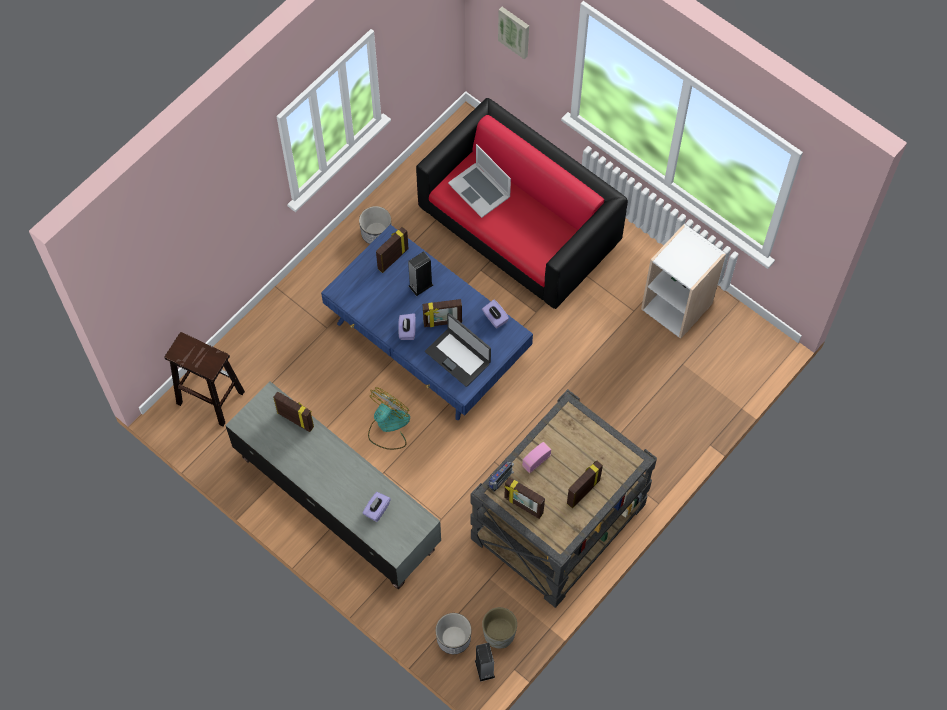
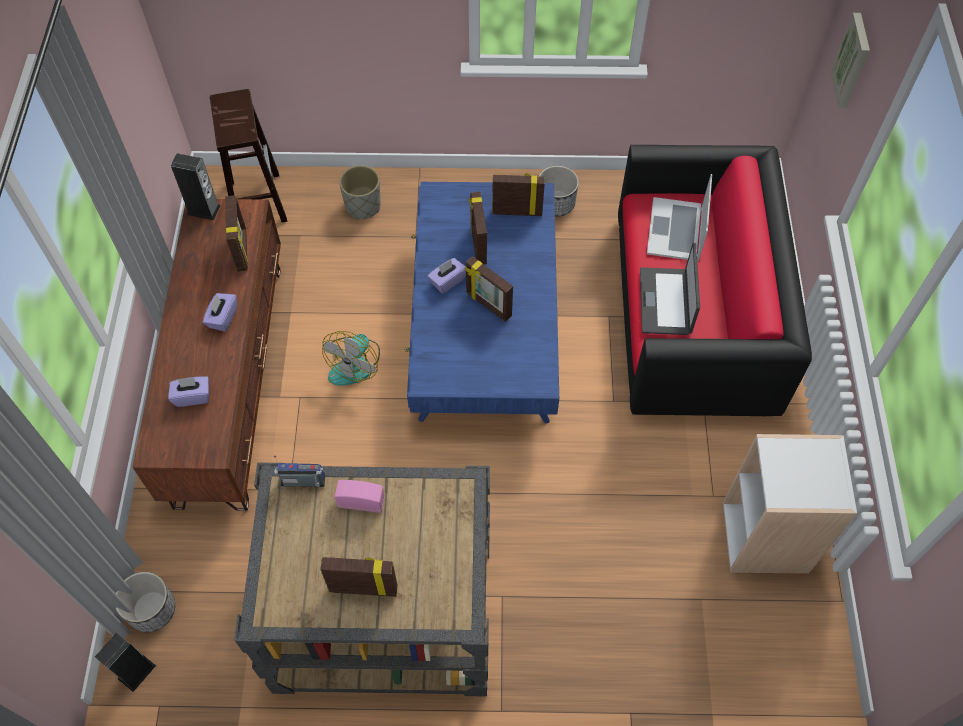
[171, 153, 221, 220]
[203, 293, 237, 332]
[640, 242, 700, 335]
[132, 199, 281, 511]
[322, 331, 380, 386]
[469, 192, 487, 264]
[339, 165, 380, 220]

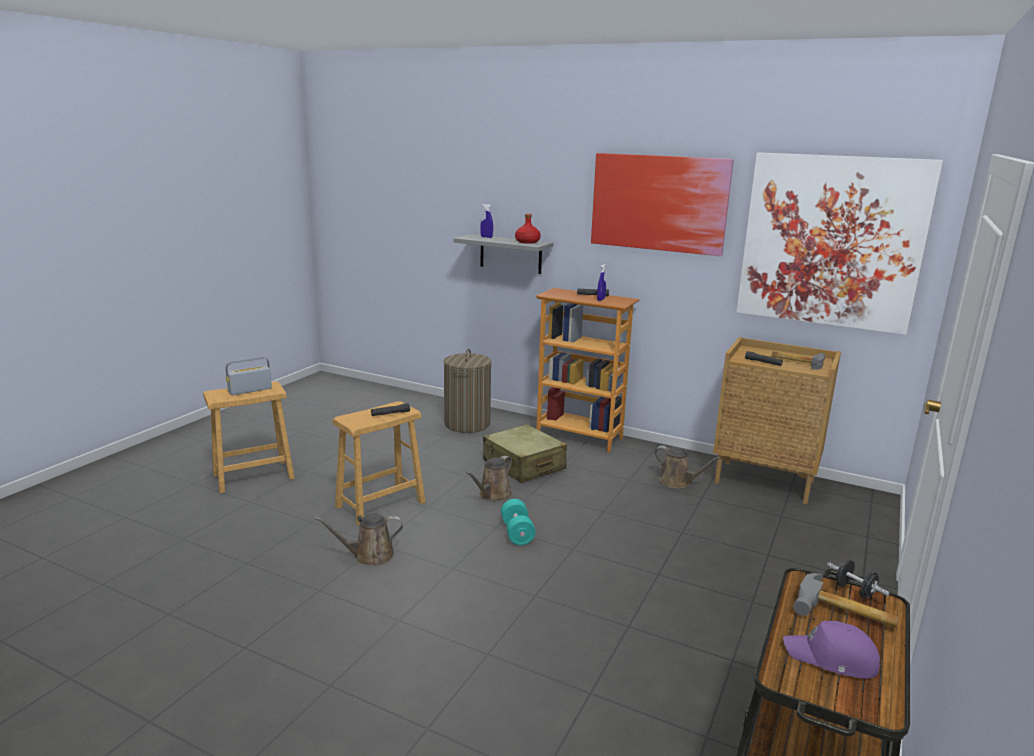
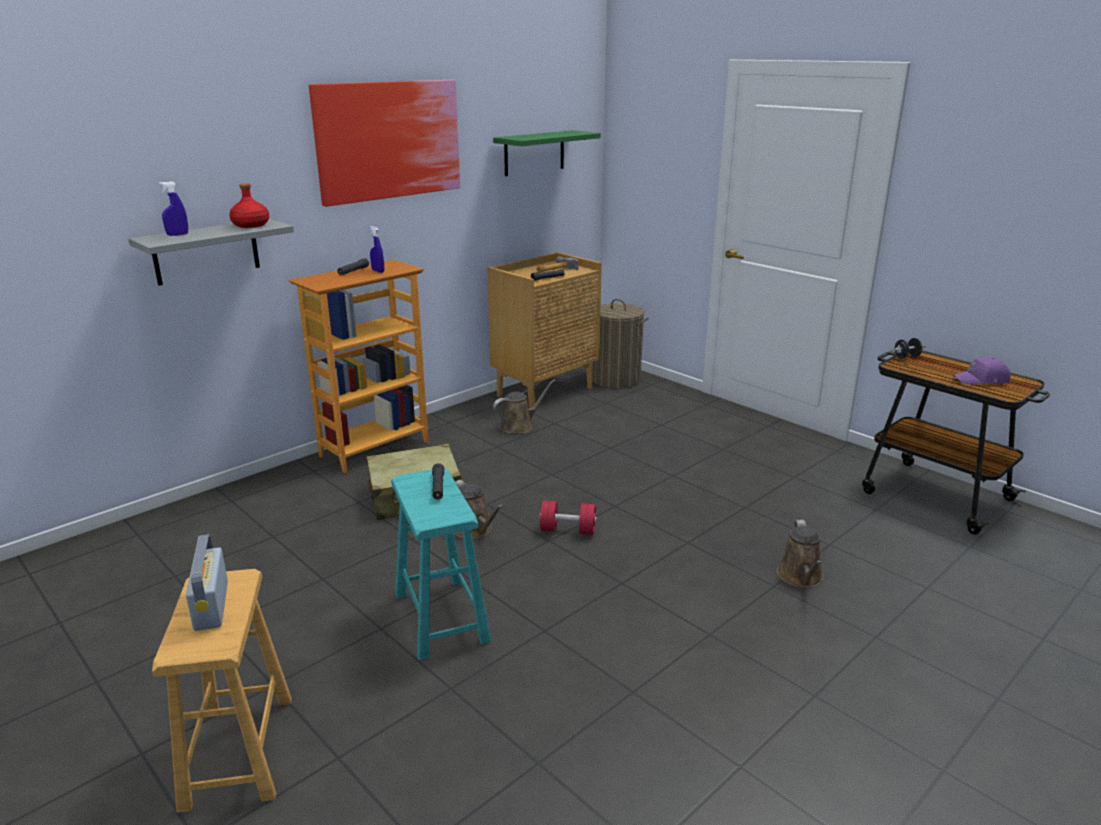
[493, 130, 601, 176]
[593, 299, 649, 389]
[391, 468, 491, 660]
[540, 500, 597, 535]
[777, 520, 823, 588]
[793, 573, 899, 628] (first image)
[953, 357, 1011, 385]

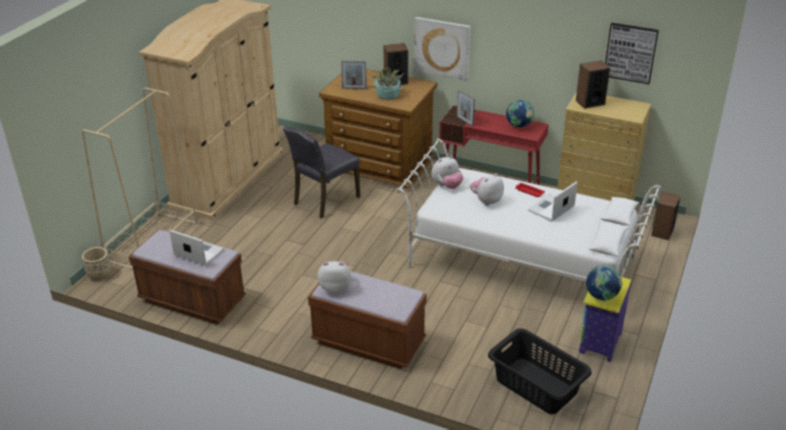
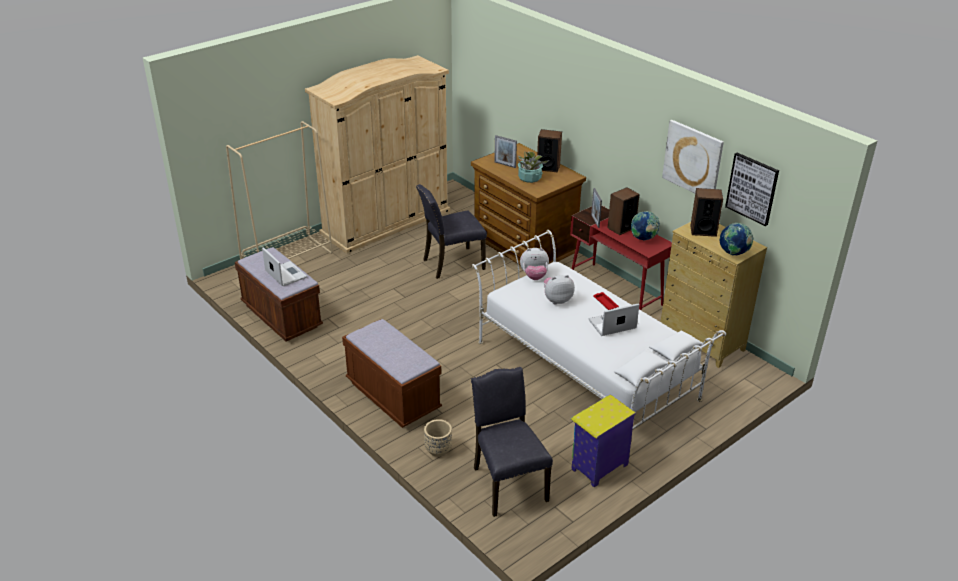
[662, 120, 724, 193]
[608, 187, 640, 235]
[424, 419, 452, 457]
[317, 261, 351, 293] (first image)
[720, 223, 753, 255]
[471, 367, 553, 517]

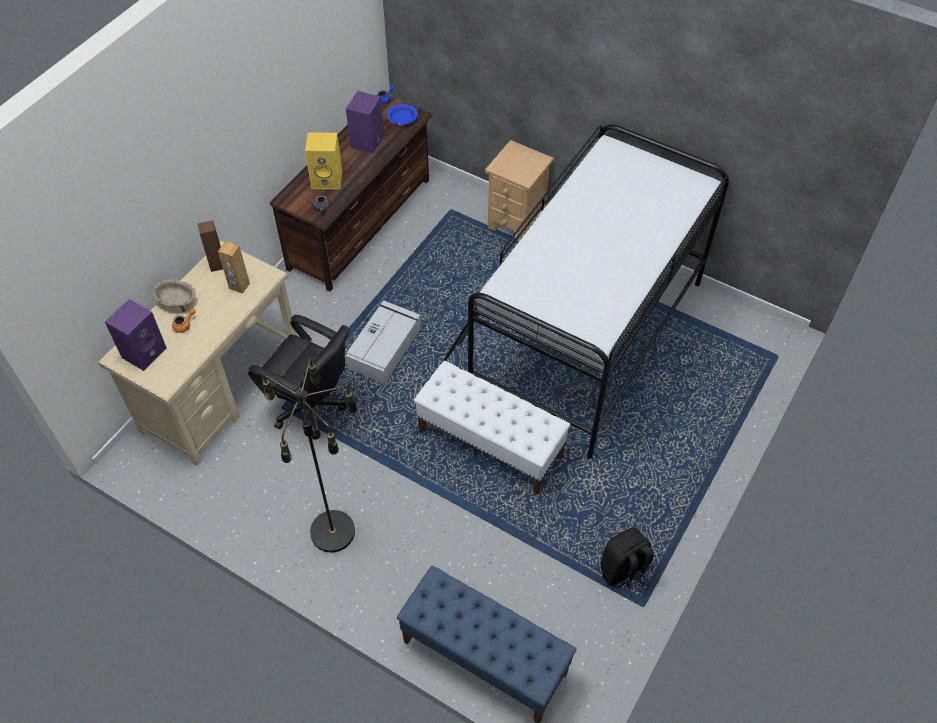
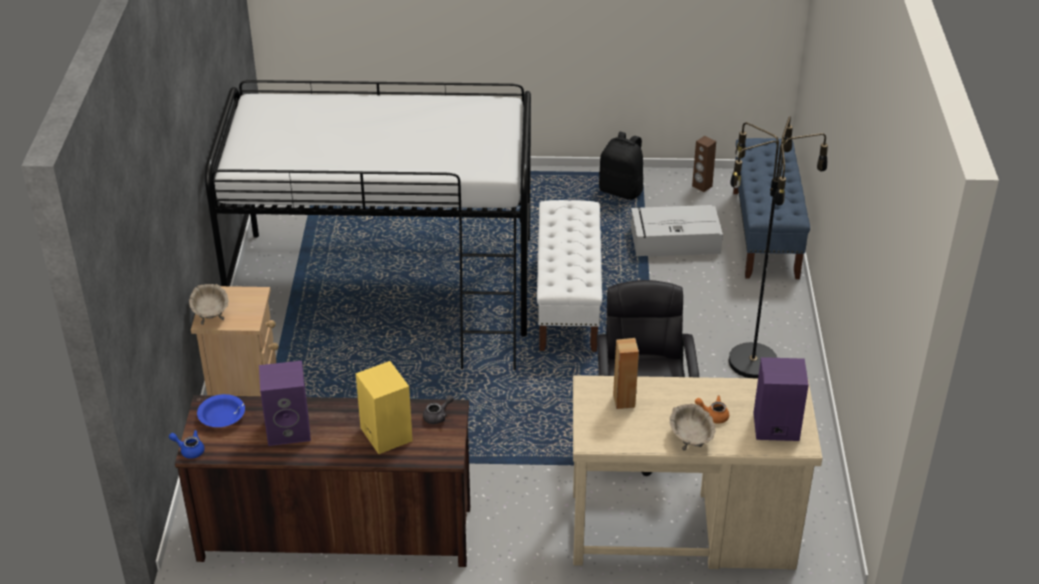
[692, 136, 716, 192]
[631, 205, 723, 257]
[189, 284, 229, 325]

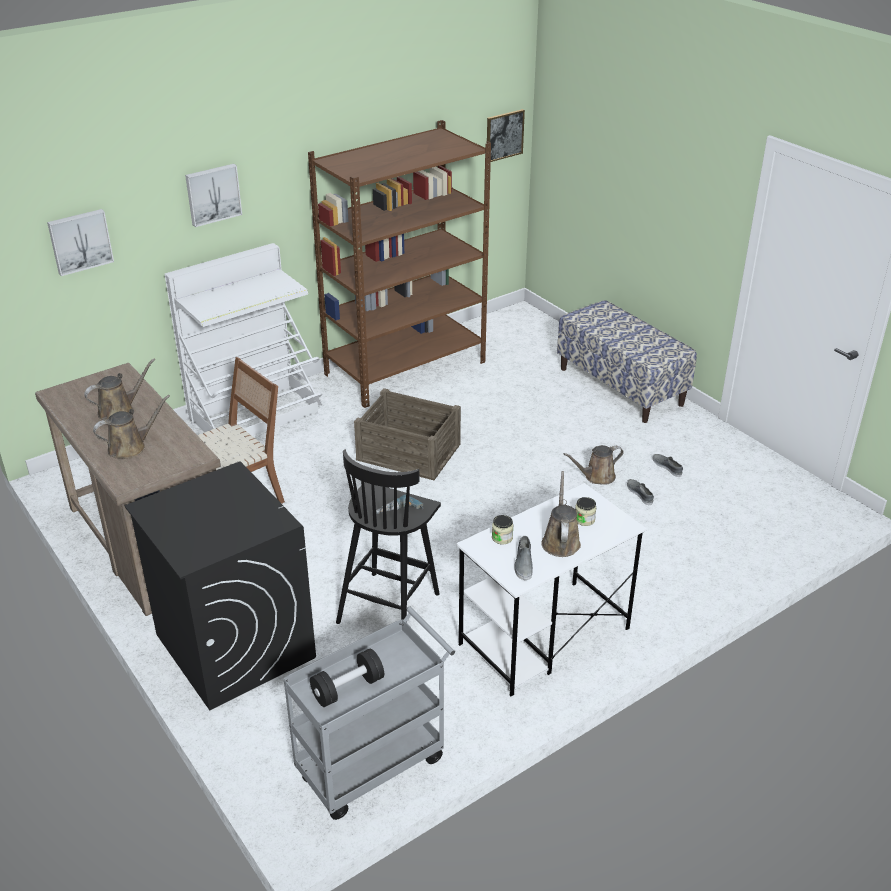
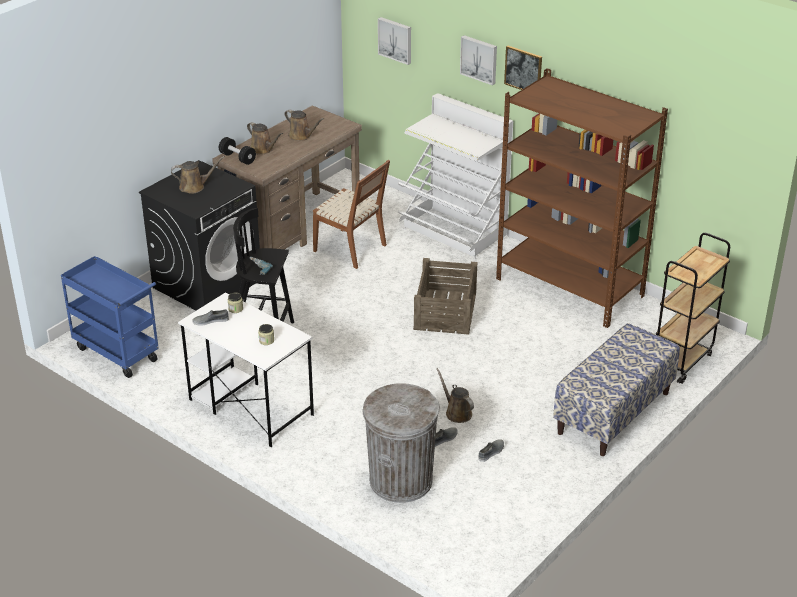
[504, 46, 542, 90]
[171, 156, 225, 194]
[61, 256, 159, 378]
[219, 137, 256, 165]
[656, 233, 730, 384]
[363, 383, 440, 503]

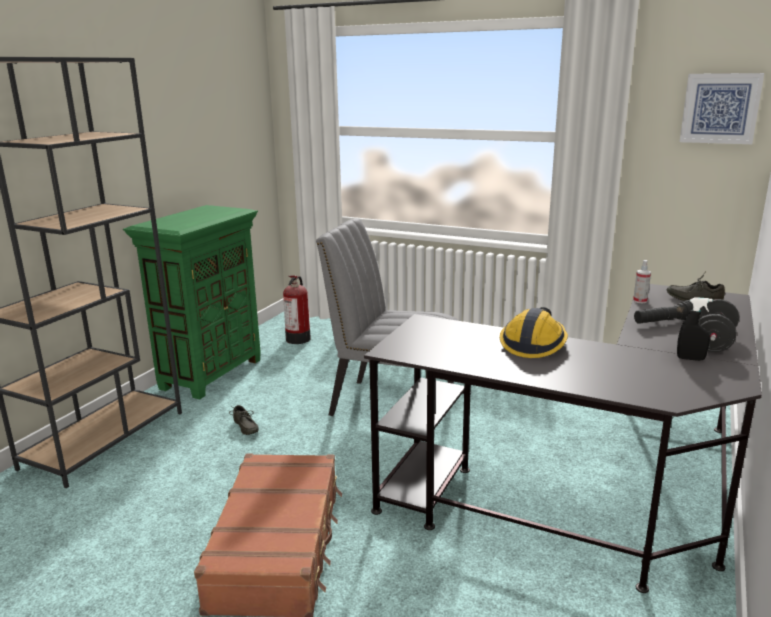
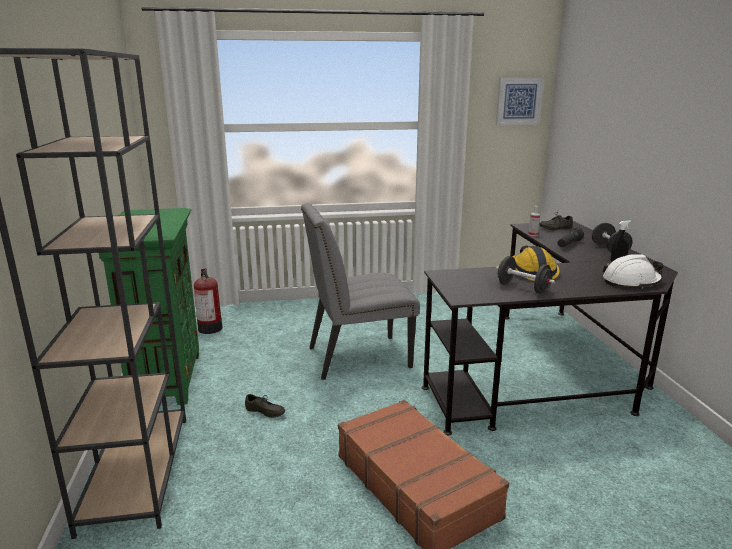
[602, 254, 664, 289]
[496, 256, 555, 294]

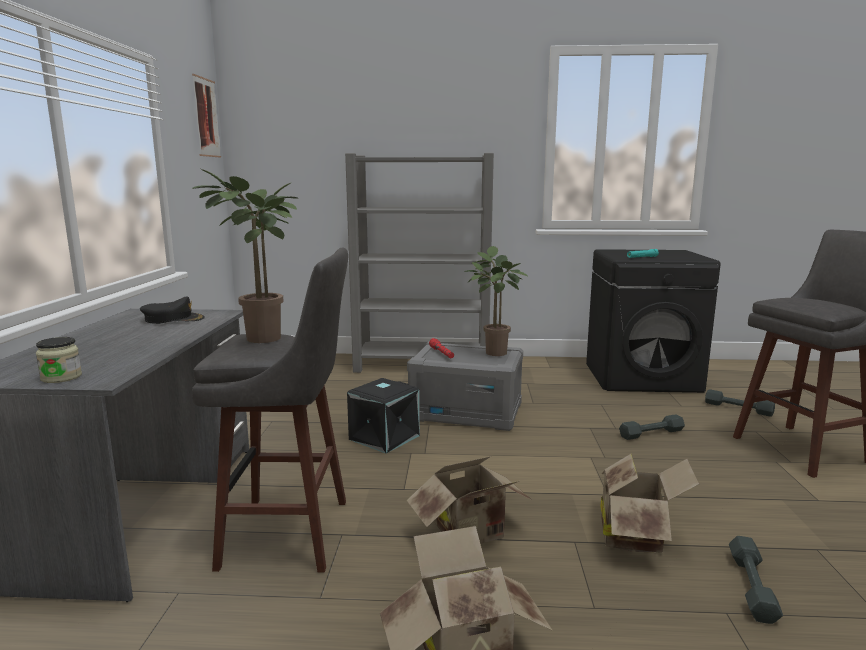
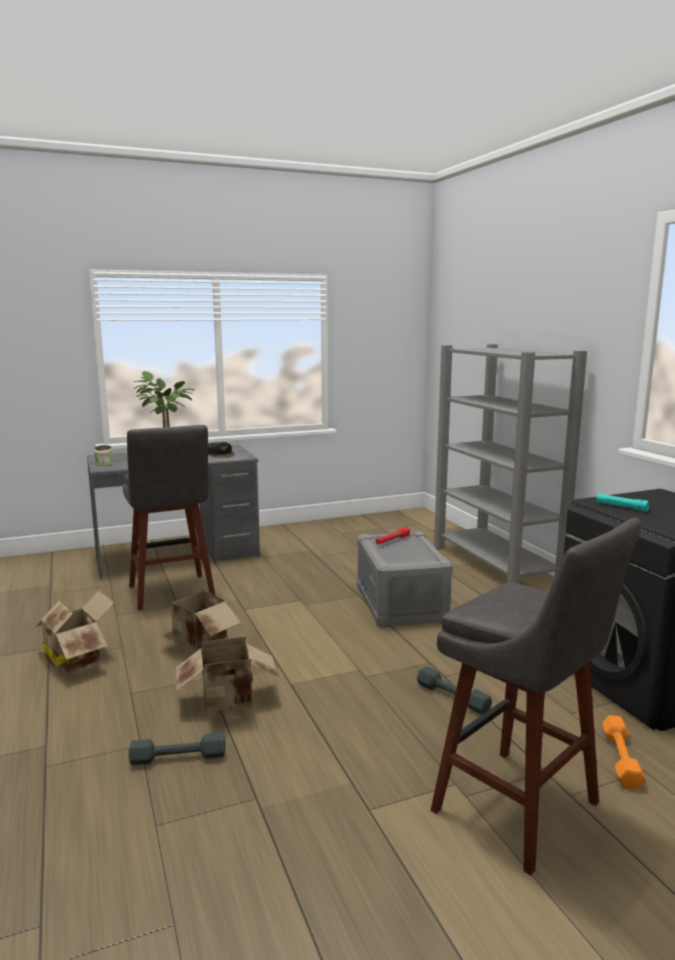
[192, 74, 221, 157] (first image)
[464, 246, 527, 356] (first image)
[347, 378, 420, 454] (first image)
[602, 715, 646, 789]

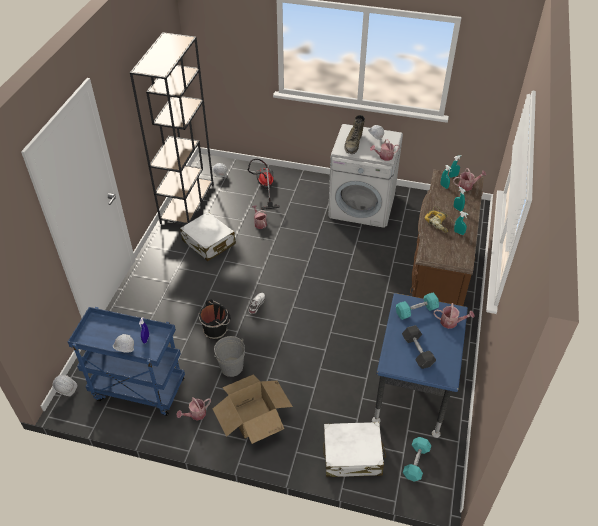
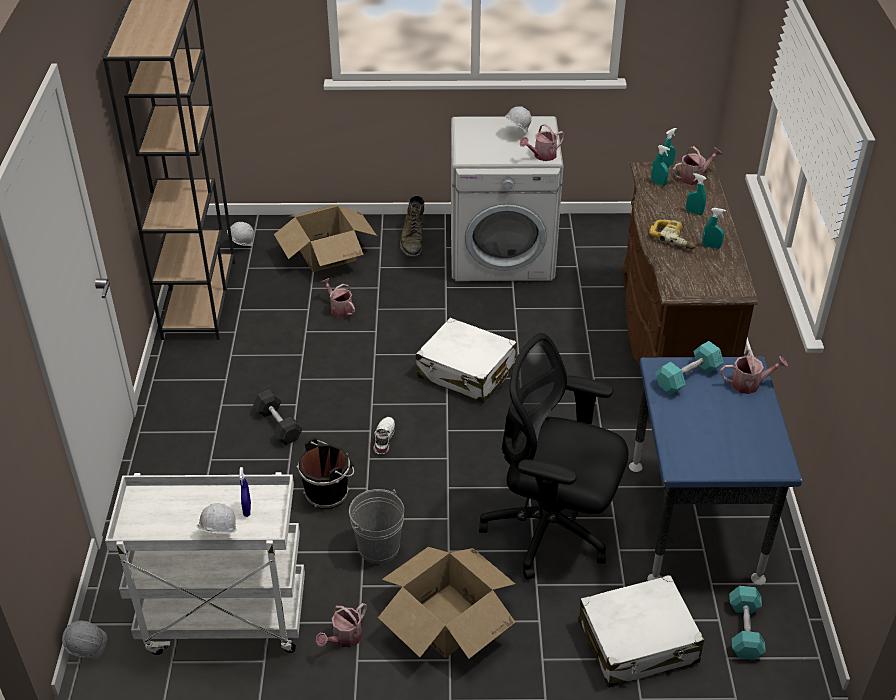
[400, 195, 424, 257]
[274, 206, 377, 272]
[416, 318, 517, 403]
[105, 472, 305, 655]
[253, 390, 303, 445]
[479, 333, 629, 580]

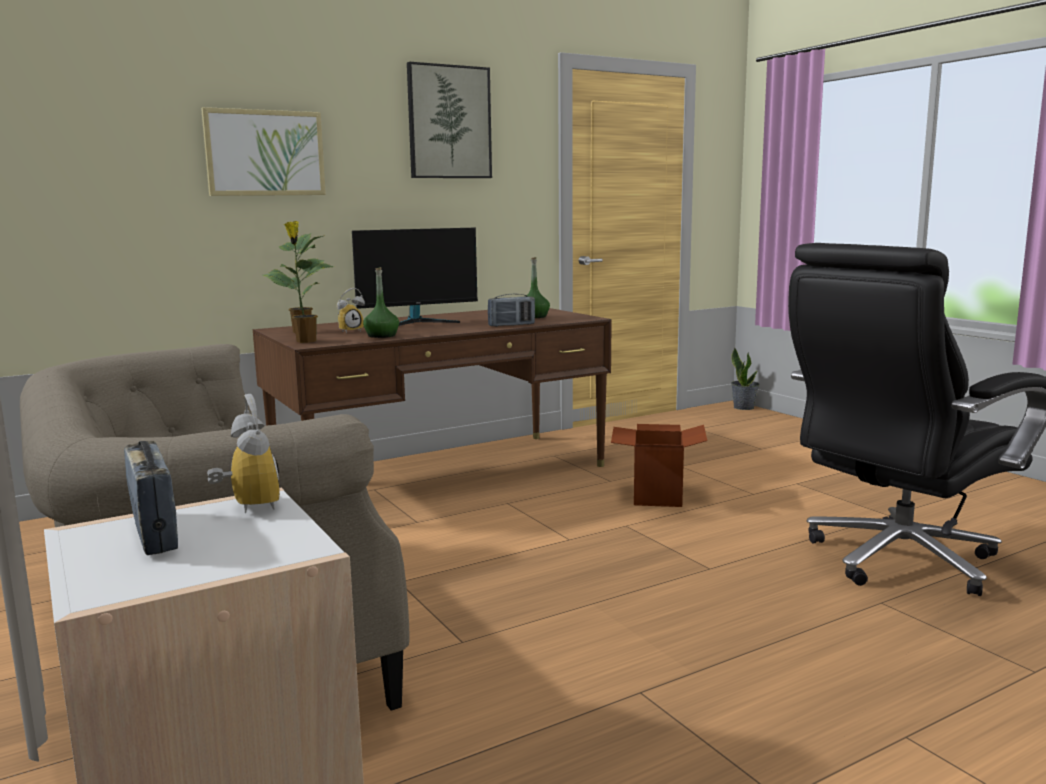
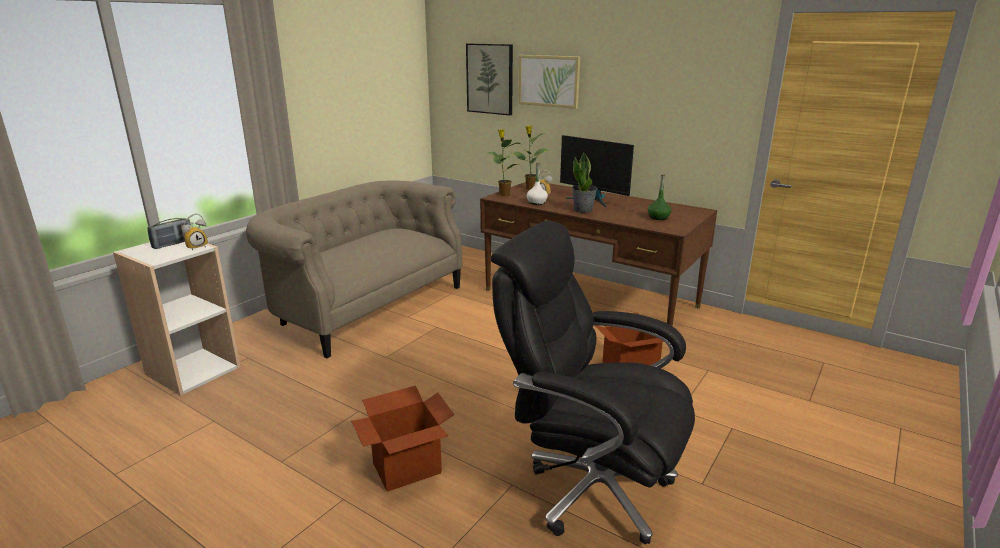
[466, 44, 513, 115]
[527, 163, 548, 205]
[488, 294, 535, 327] (first image)
[572, 153, 598, 213]
[351, 386, 454, 492]

